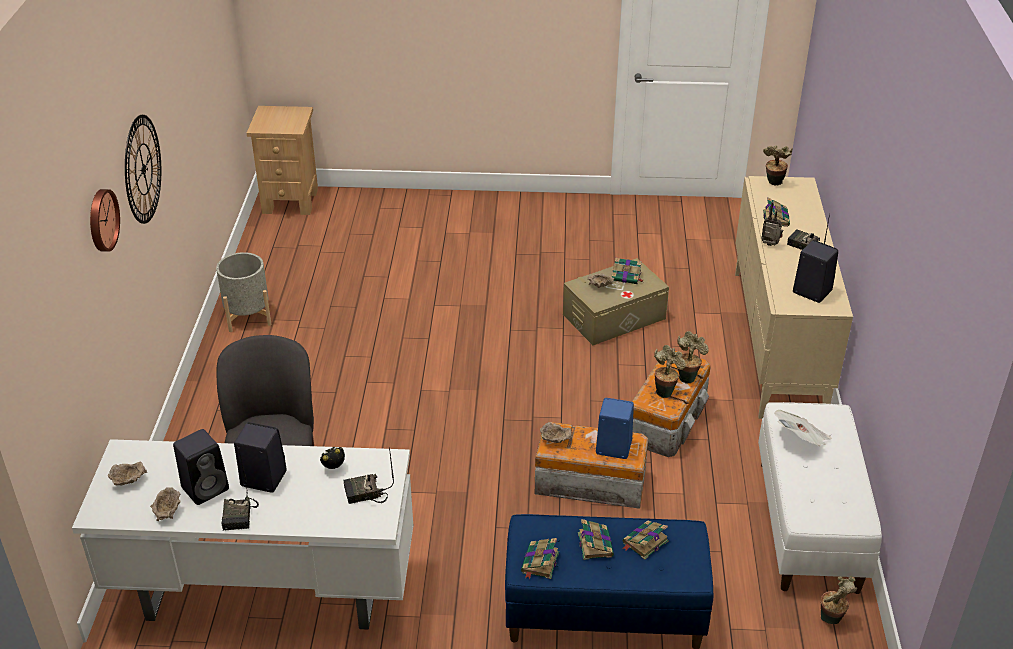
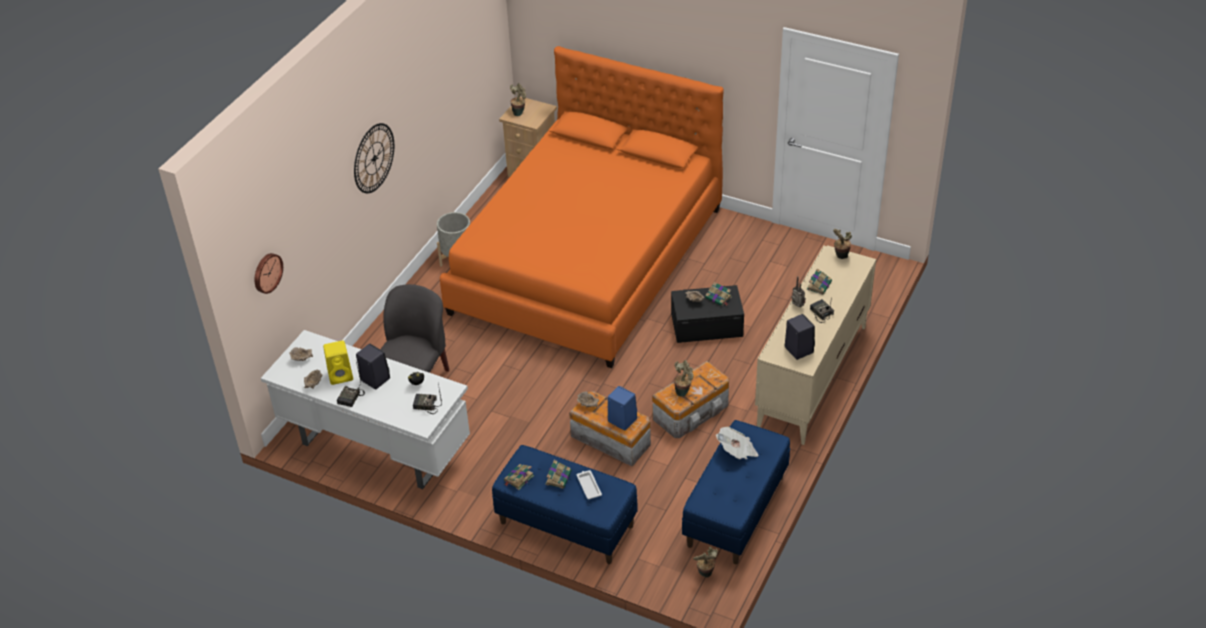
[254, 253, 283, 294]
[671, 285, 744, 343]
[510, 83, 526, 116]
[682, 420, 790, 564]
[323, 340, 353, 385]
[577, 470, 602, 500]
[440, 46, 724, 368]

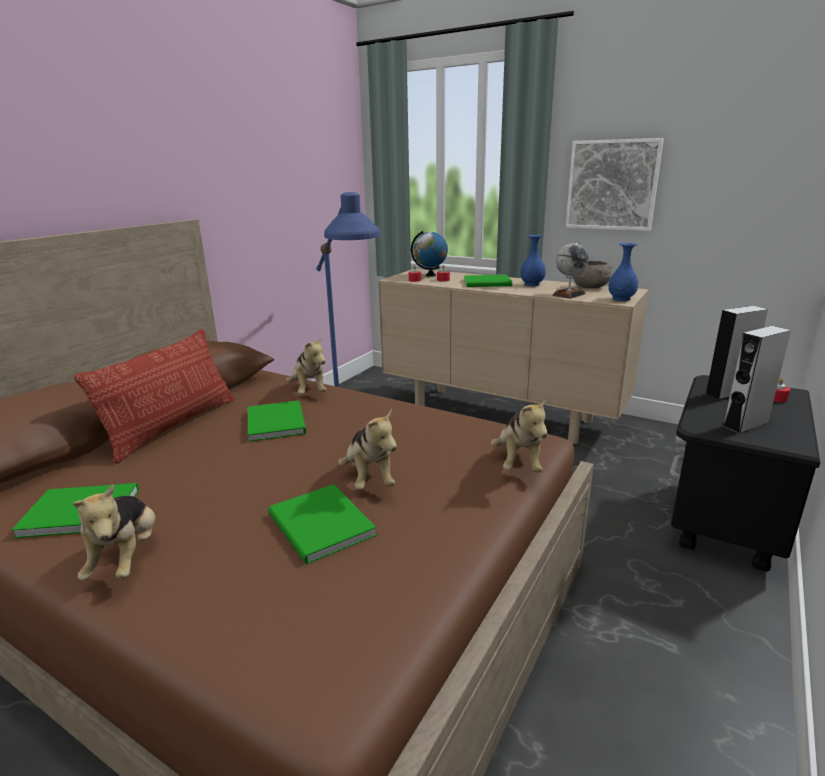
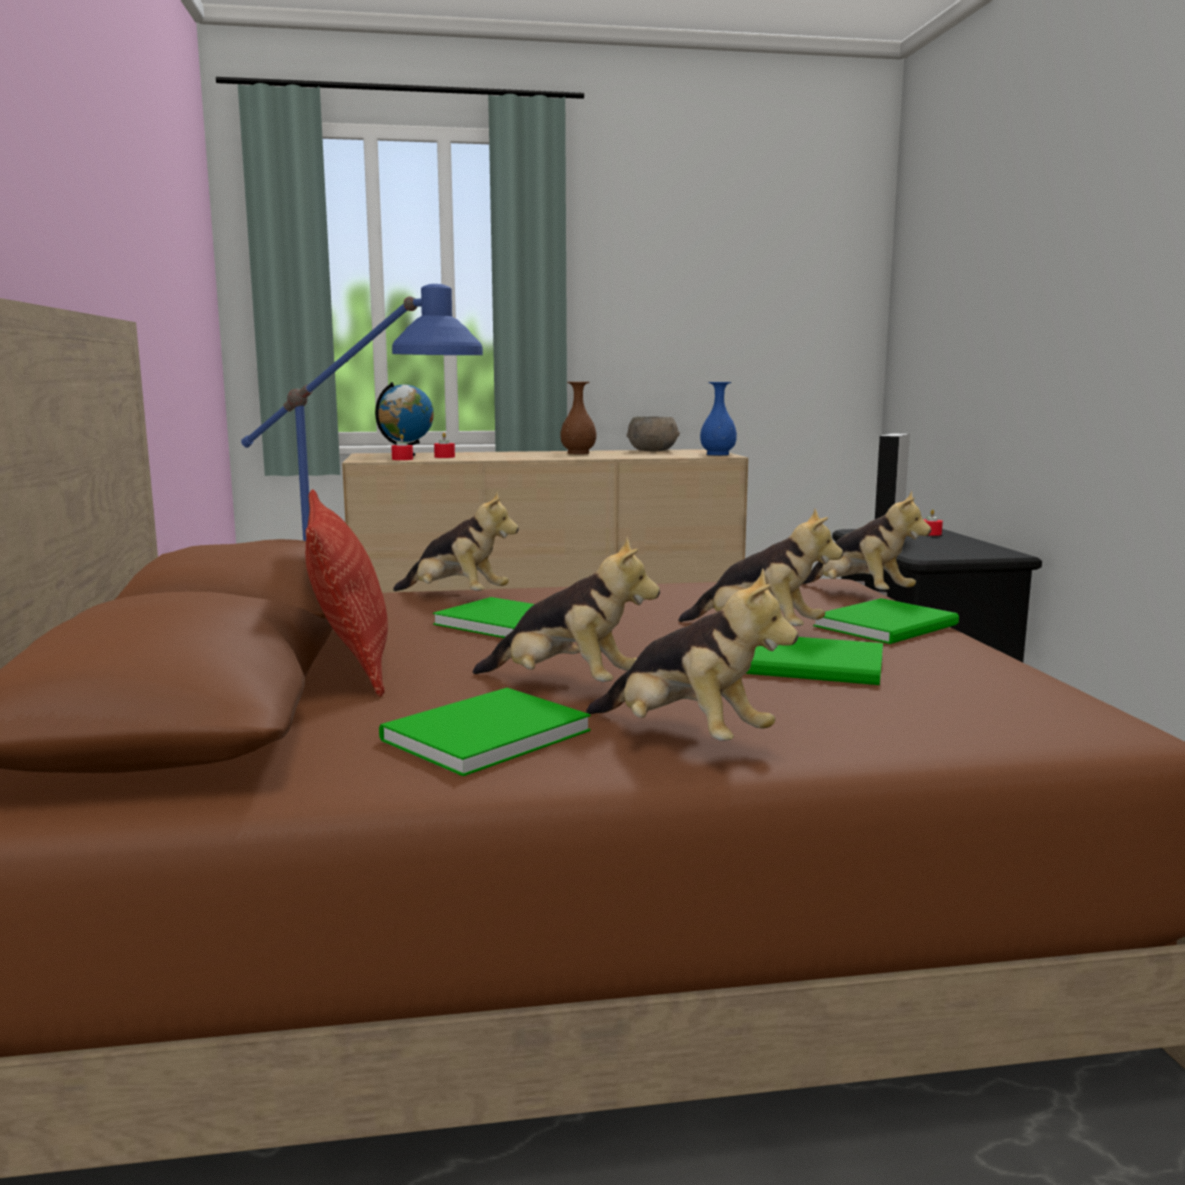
[566, 138, 664, 231] (first image)
[560, 382, 597, 454]
[553, 241, 589, 299] (first image)
[813, 598, 959, 644]
[722, 326, 791, 434] (first image)
[473, 537, 660, 682]

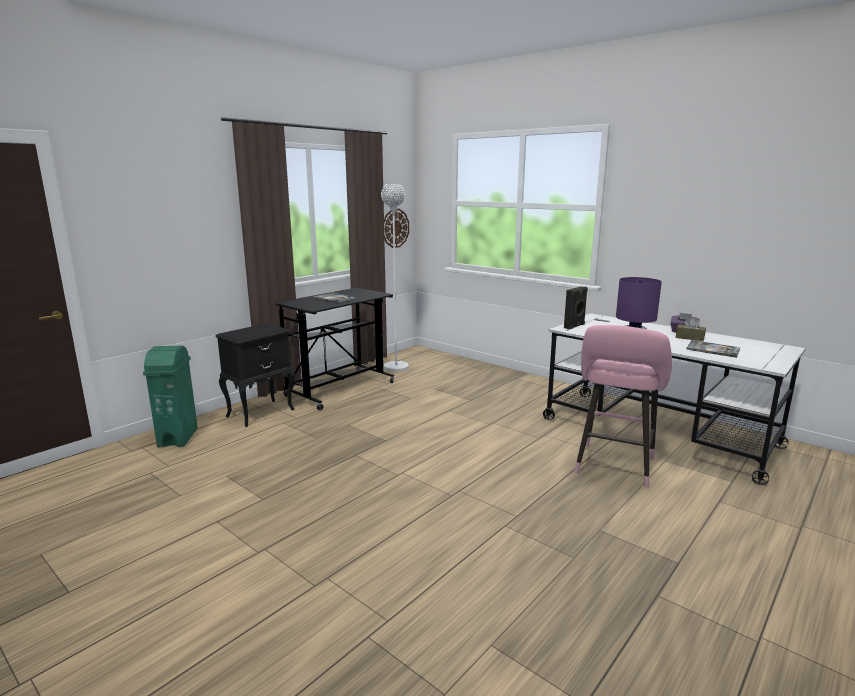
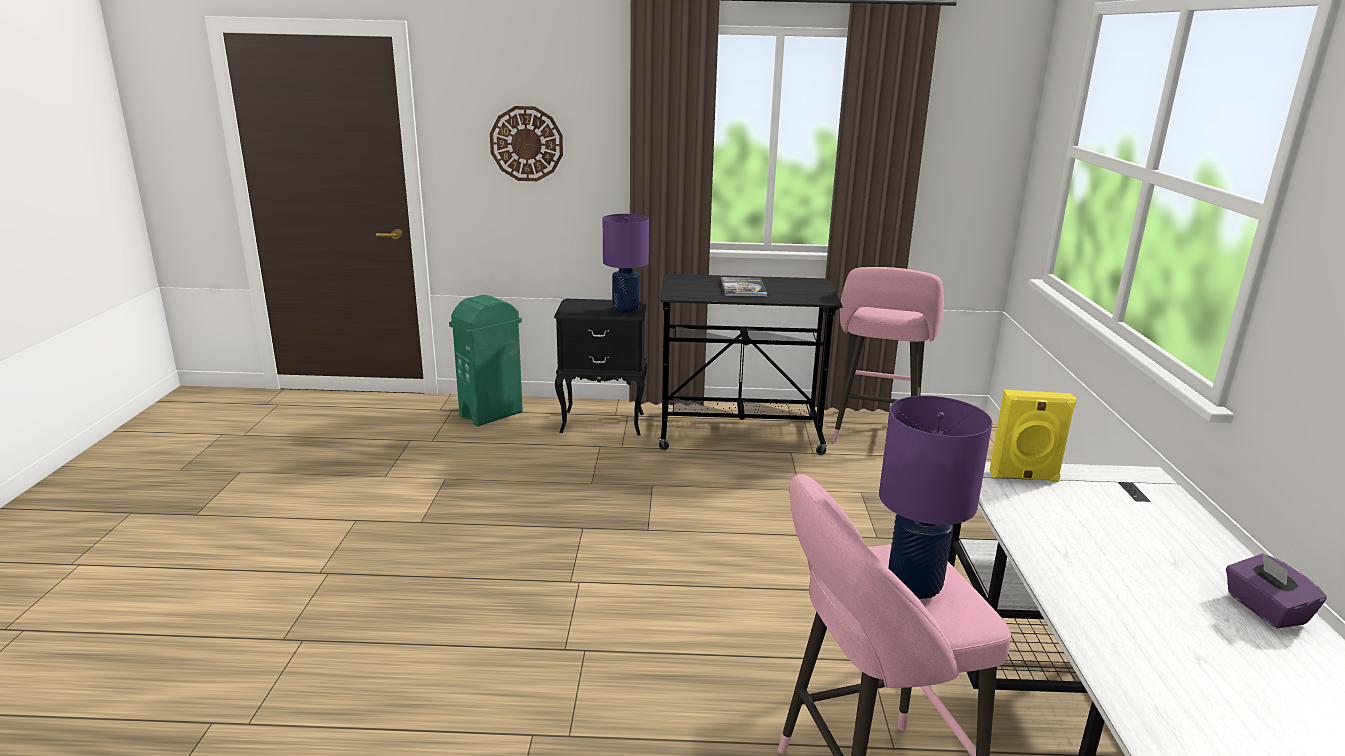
[832, 267, 944, 442]
[490, 106, 563, 181]
[990, 390, 1077, 482]
[676, 317, 706, 341] (first image)
[686, 340, 740, 358] (first image)
[603, 214, 649, 313]

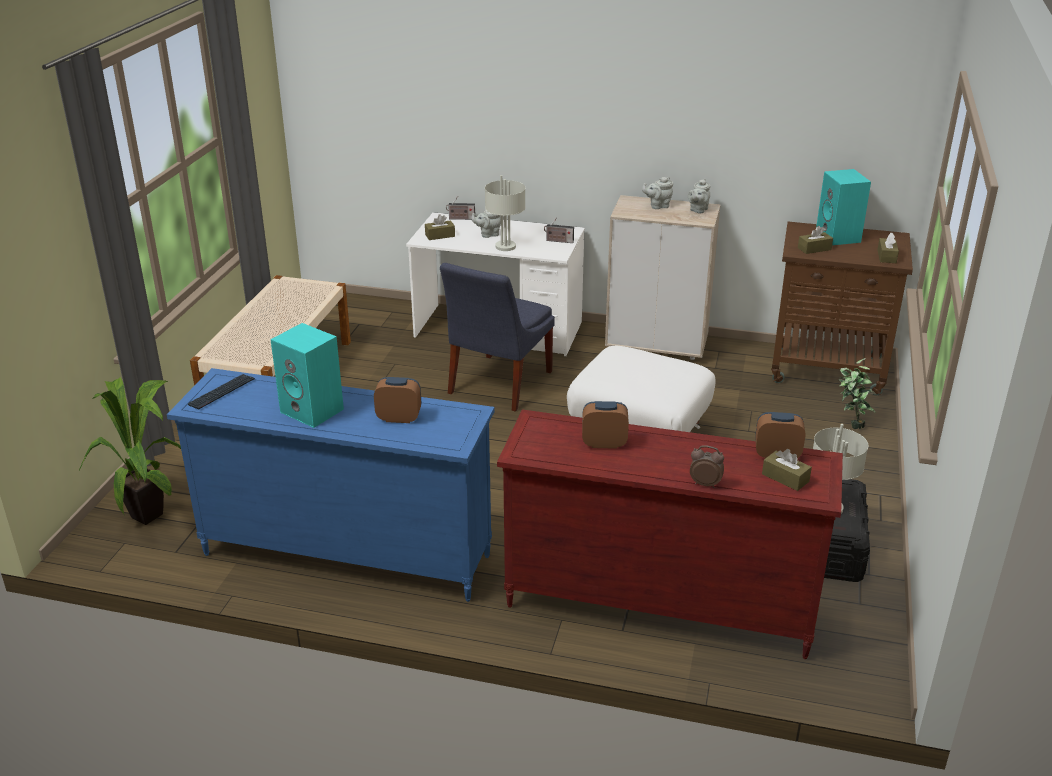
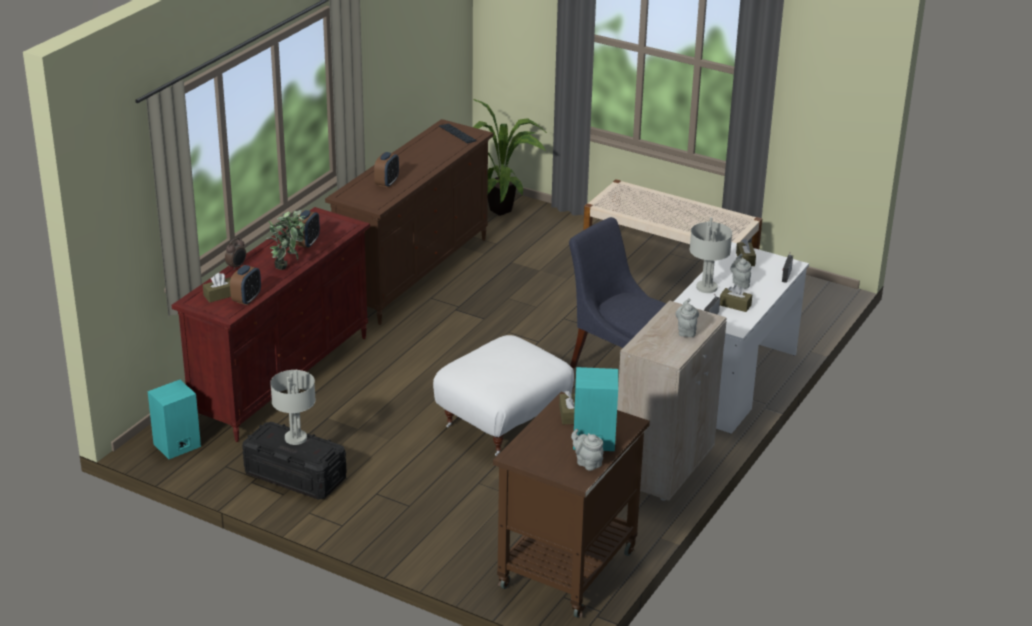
[571, 429, 604, 471]
[720, 285, 752, 312]
[148, 380, 201, 459]
[266, 210, 306, 270]
[325, 119, 493, 325]

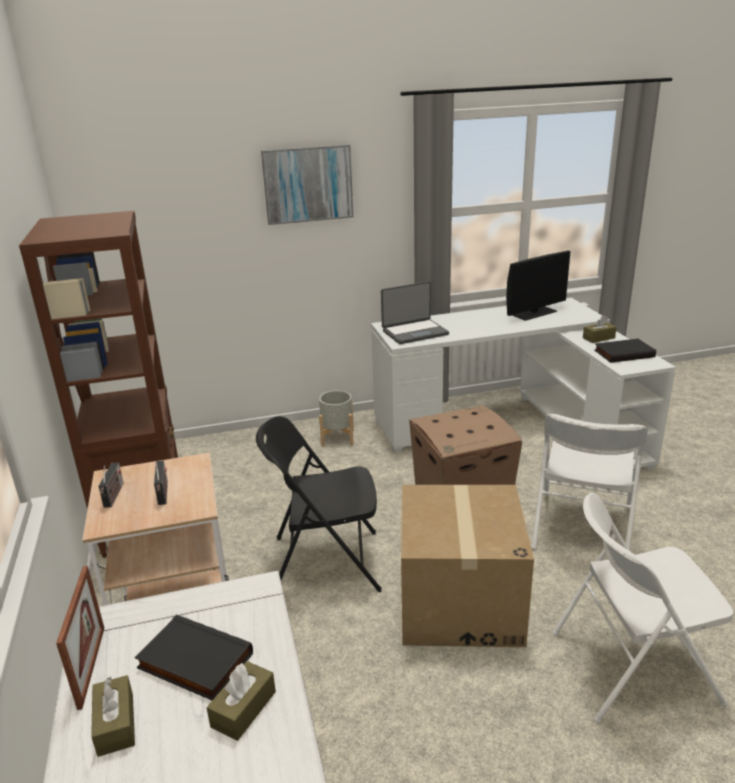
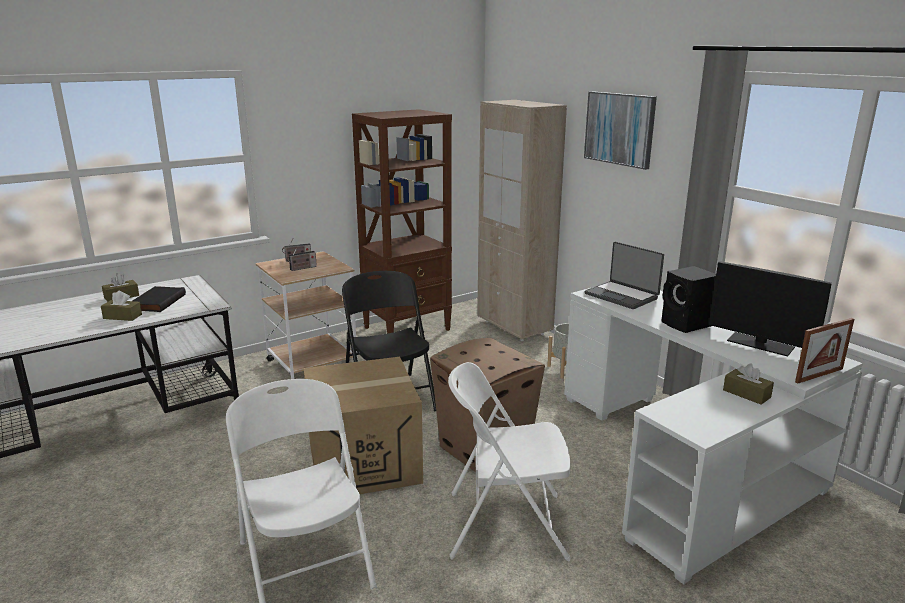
[594, 339, 656, 363] (first image)
[795, 318, 854, 384]
[477, 100, 567, 341]
[661, 266, 716, 333]

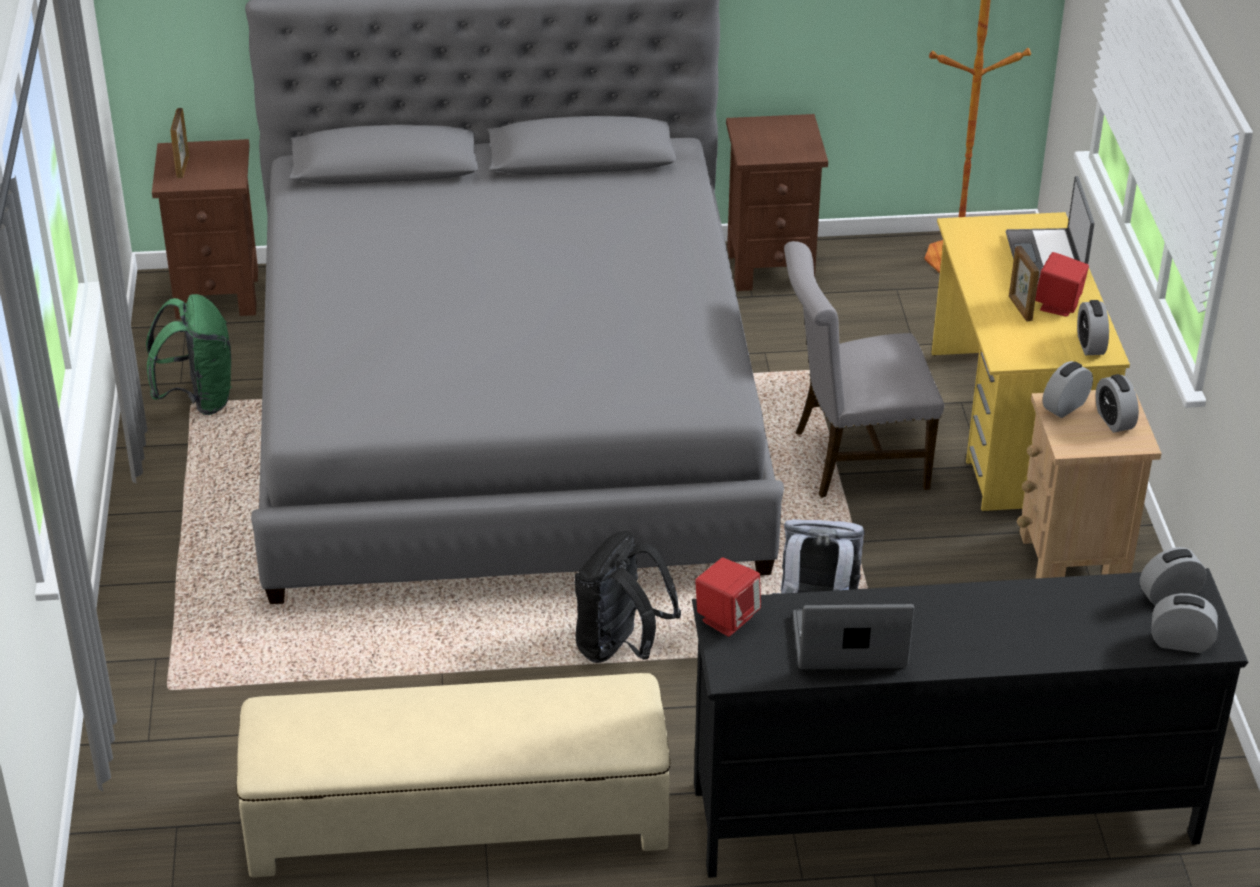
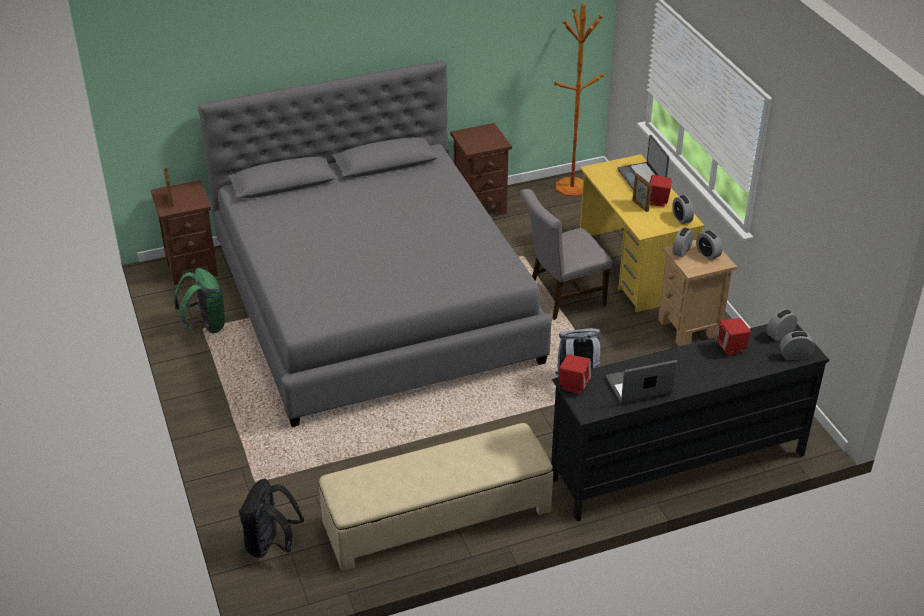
[239, 479, 304, 558]
[715, 318, 751, 356]

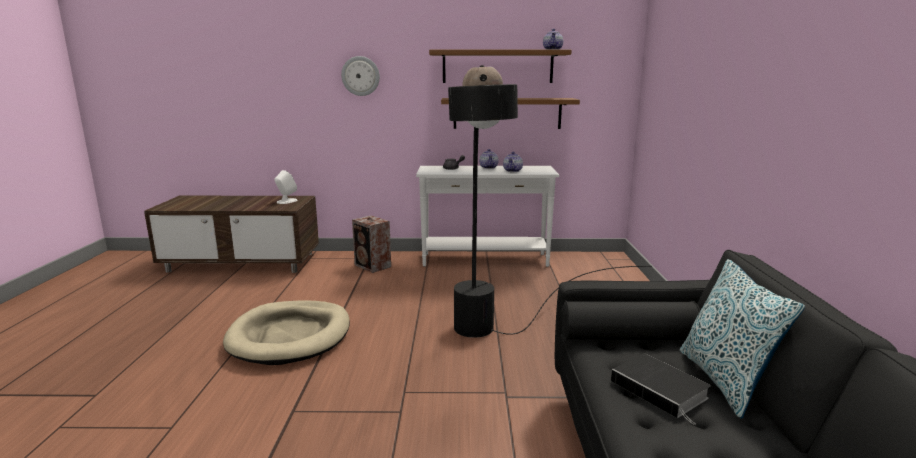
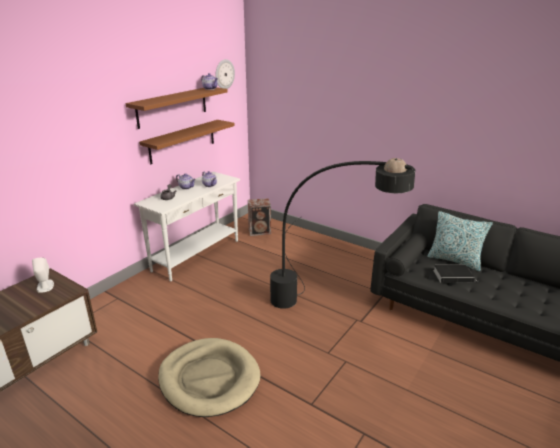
[215, 59, 235, 89]
[248, 198, 271, 236]

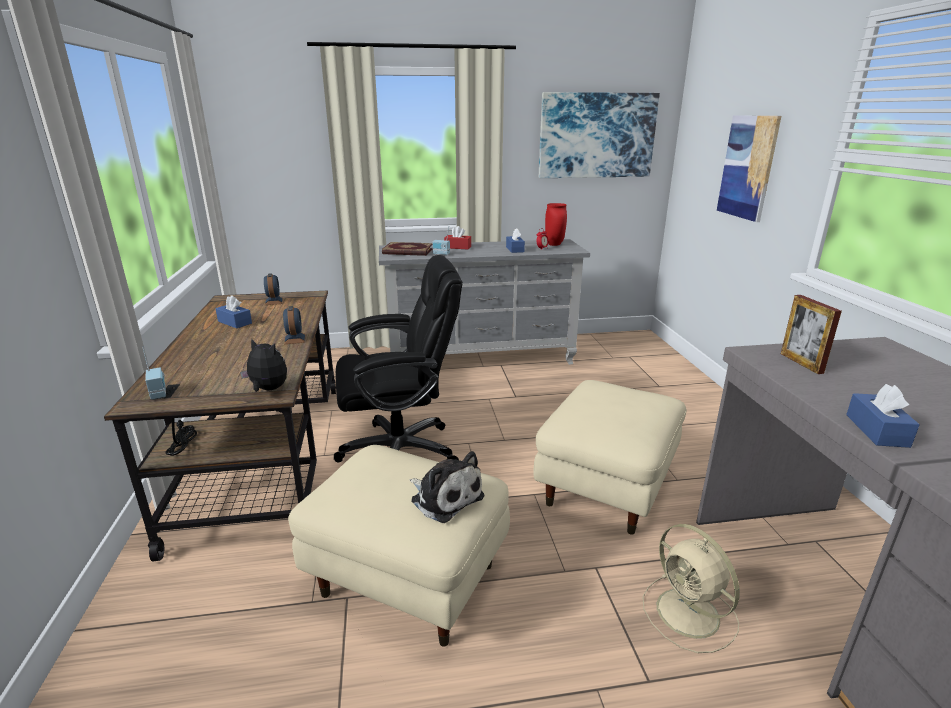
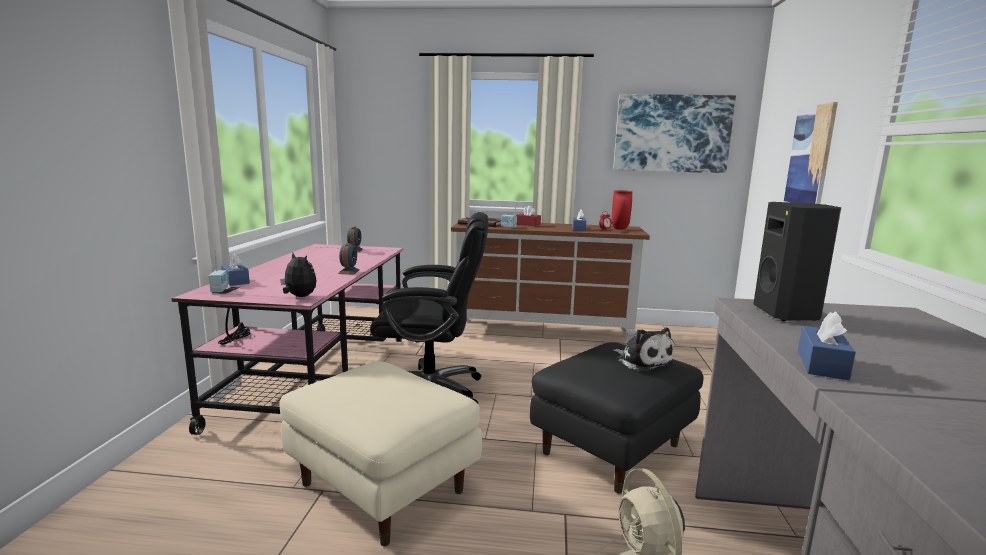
[451, 223, 650, 344]
[172, 244, 403, 435]
[221, 253, 250, 286]
[753, 202, 841, 321]
[530, 342, 703, 494]
[614, 328, 675, 372]

